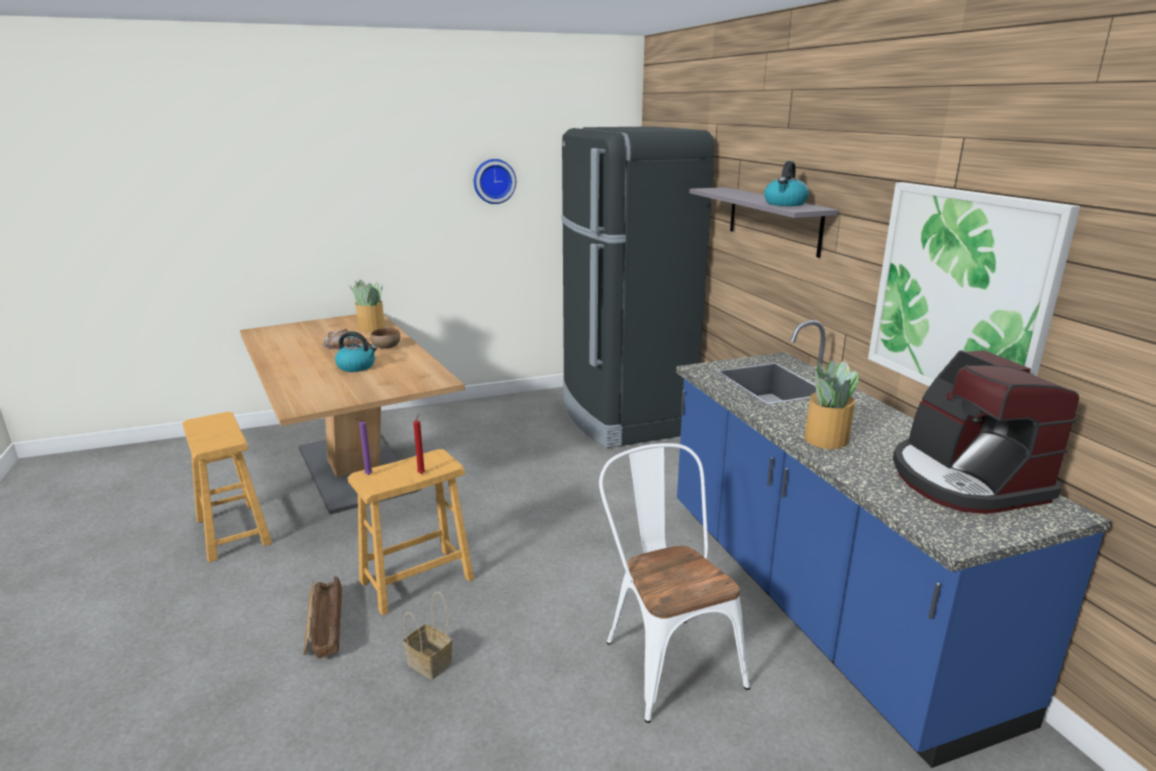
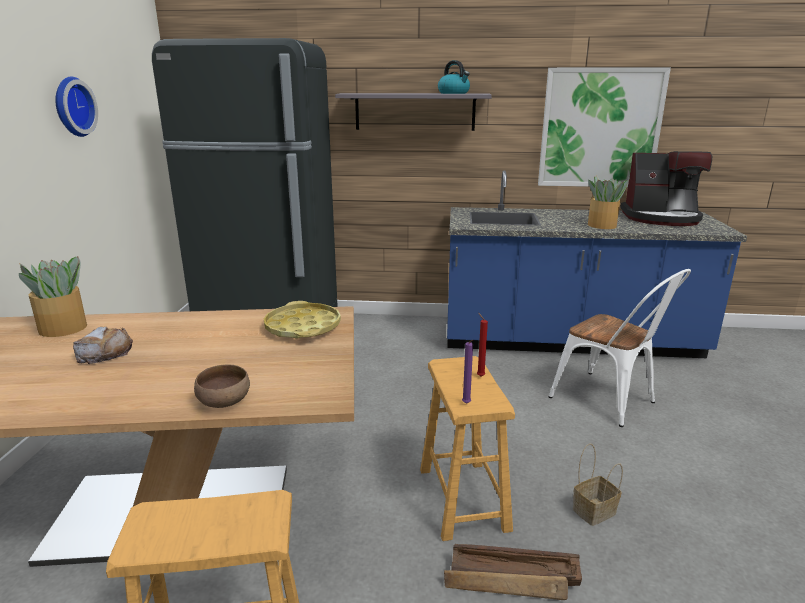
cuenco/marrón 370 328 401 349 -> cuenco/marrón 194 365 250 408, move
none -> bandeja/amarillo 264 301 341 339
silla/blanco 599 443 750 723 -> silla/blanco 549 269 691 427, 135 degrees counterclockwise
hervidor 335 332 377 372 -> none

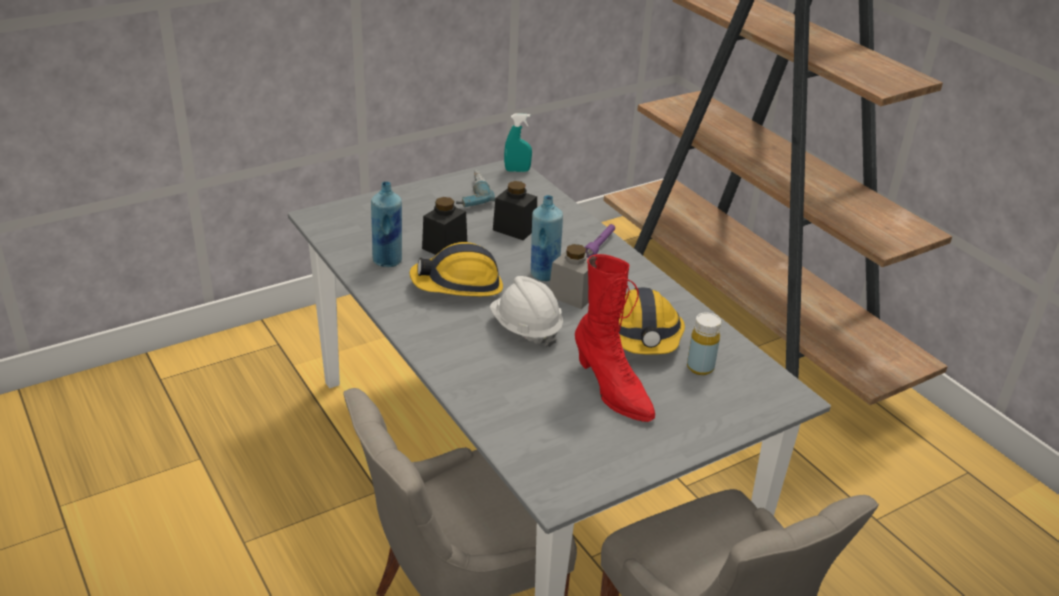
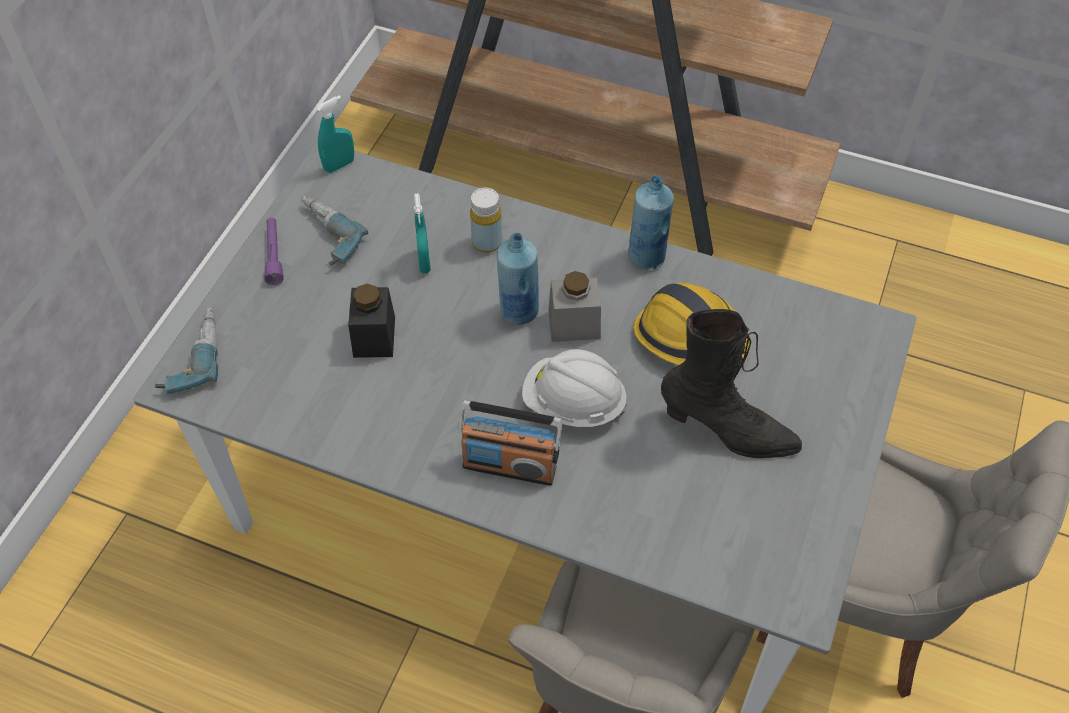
none -> taladro 155 307 218 394
linterna/morado 585 224 615 258 -> linterna/morado 264 218 283 285, move
tarro/negro 493 181 537 240 -> pulverizador/turquesa 414 193 431 273
none -> radio 458 400 563 486
botella/amarillo 687 312 721 375 -> botella/amarillo 470 188 502 253, move
botella/azul 371 181 402 267 -> botella/azul 628 175 674 270, move
bota/rojo 575 254 655 422 -> bota/negro 661 309 802 458
casco 409 242 503 296 -> none

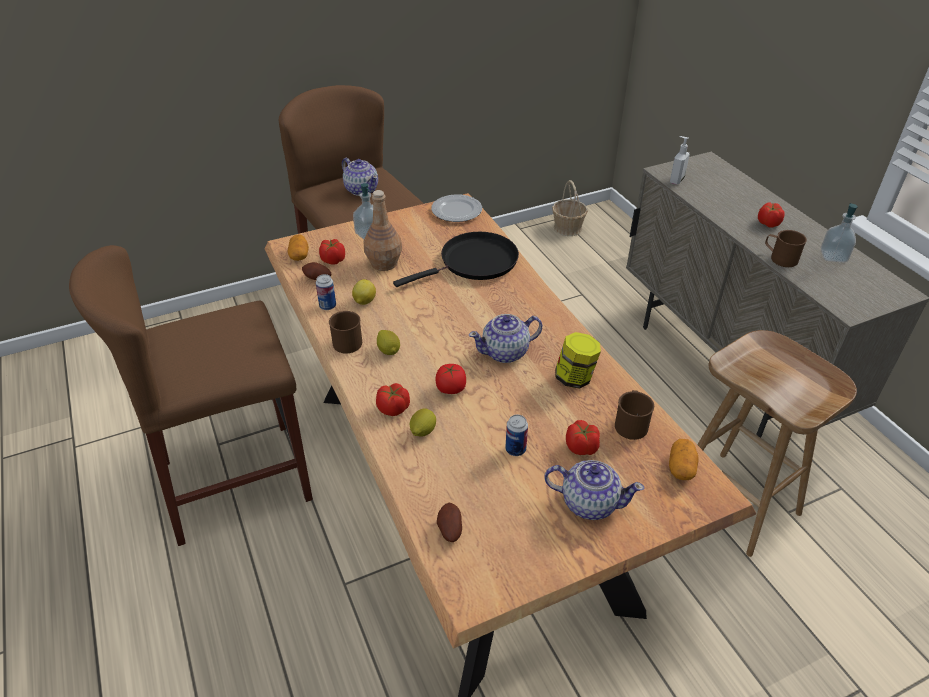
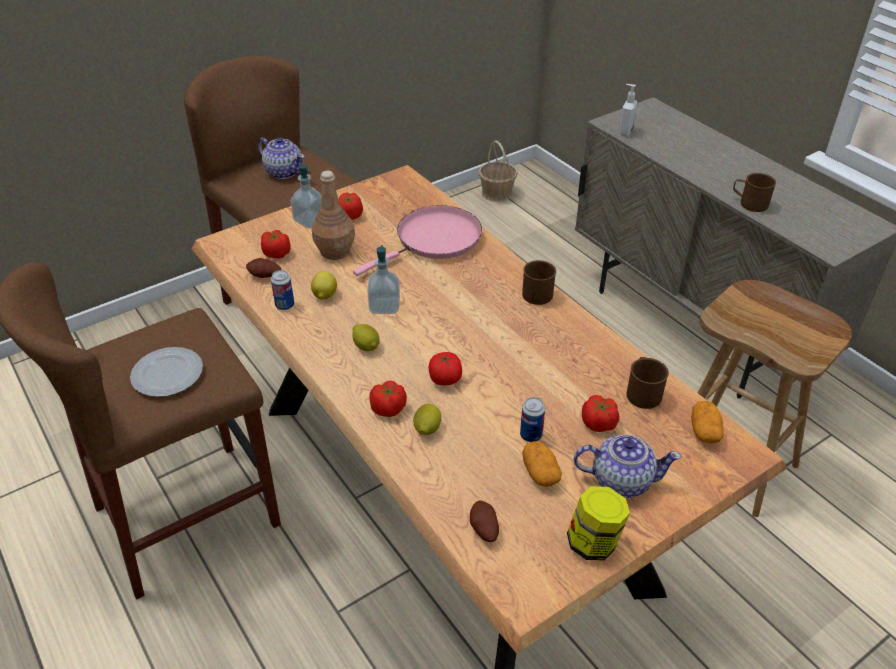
plato 431 194 482 222 -> plato 130 347 203 397, move
tomate 758 202 785 228 -> tomate 338 193 363 220, move
sartén/negro 393 232 519 287 -> sartén/rosa 353 205 482 276
dispensador de jabón 821 203 858 263 -> dispensador de jabón 367 245 400 314, move
taza grande/marrón 329 311 362 354 -> taza grande/marrón 522 260 556 305, move
patata 288 235 309 261 -> patata 522 441 562 487, move
tarro 555 332 601 389 -> tarro 567 486 630 561, move
tetera 469 314 542 363 -> none

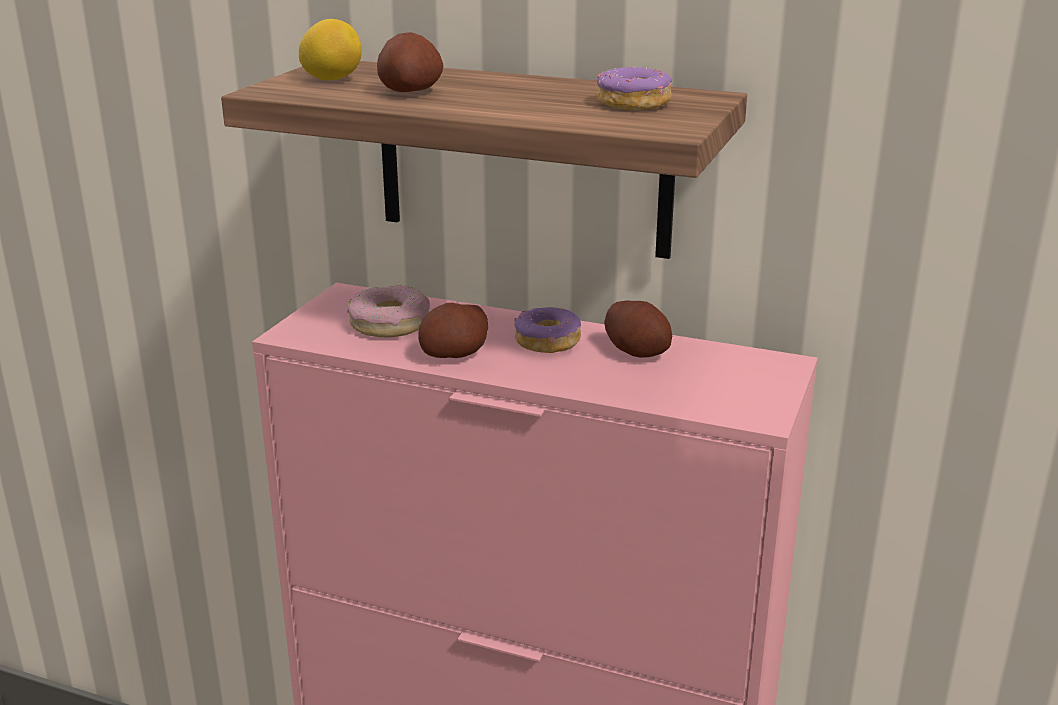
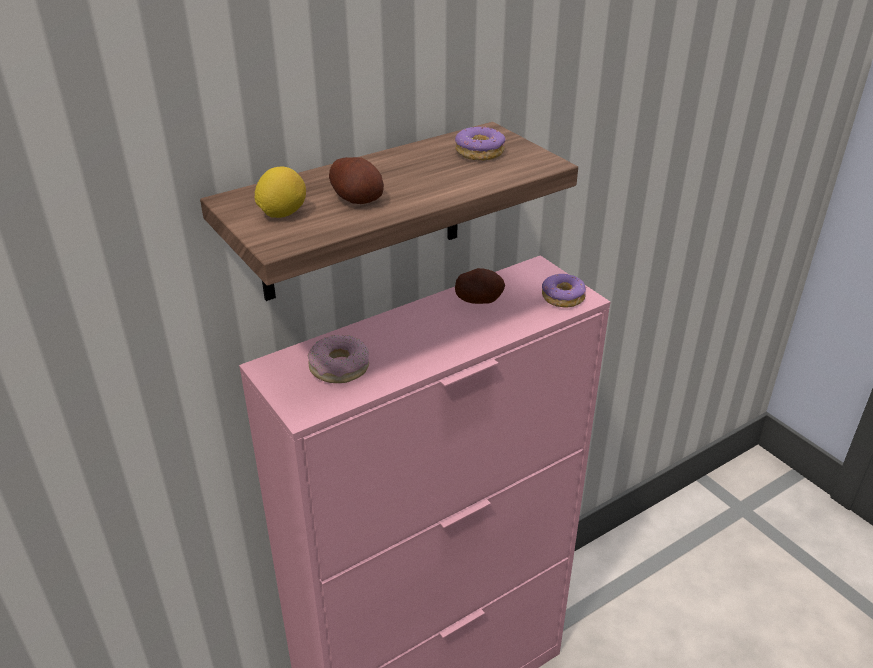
rosquilla 514 307 581 353 -> rosquilla 542 274 587 308, move
patata 418 303 488 358 -> none

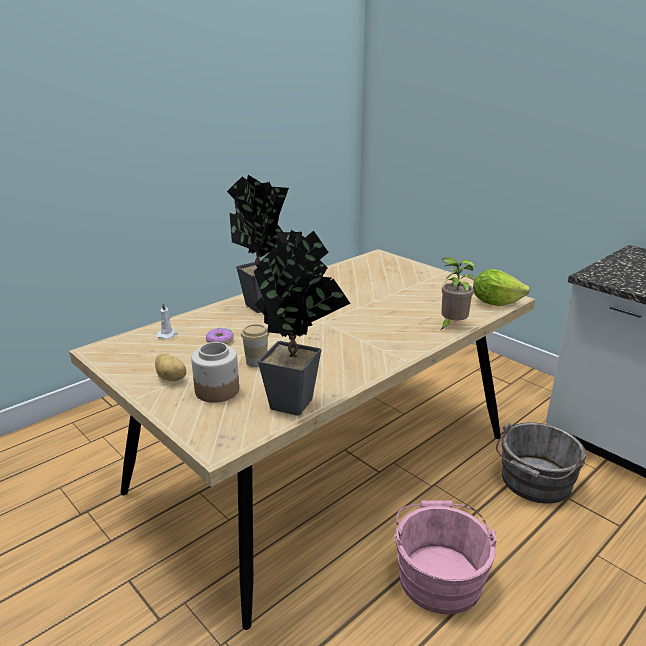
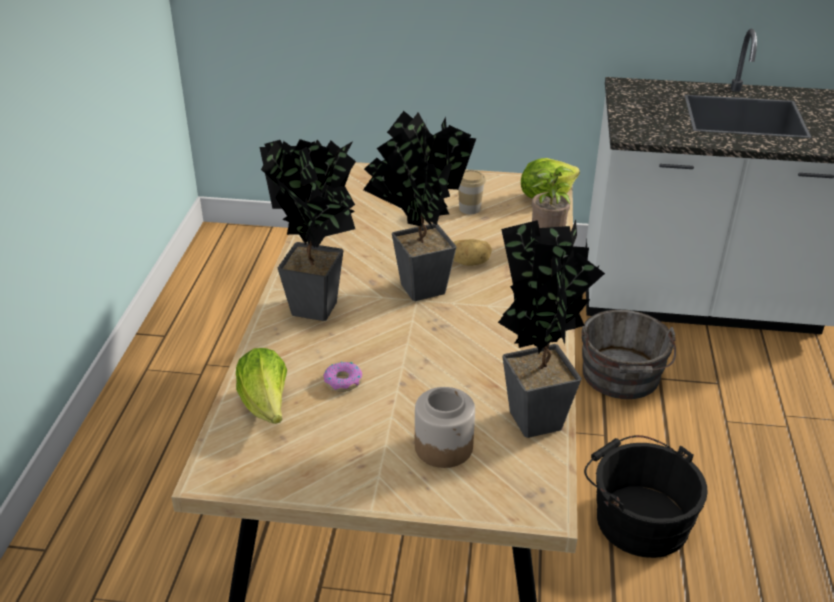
vela/blanco 157 303 177 339 -> lechuga 236 348 287 424
none -> planta en maceta 363 111 476 301
patata 155 353 186 381 -> patata 453 239 492 266, move
taza 241 324 269 367 -> taza 458 170 486 214, move
cubo/rosa 394 500 497 614 -> cubo/negro 584 435 708 558

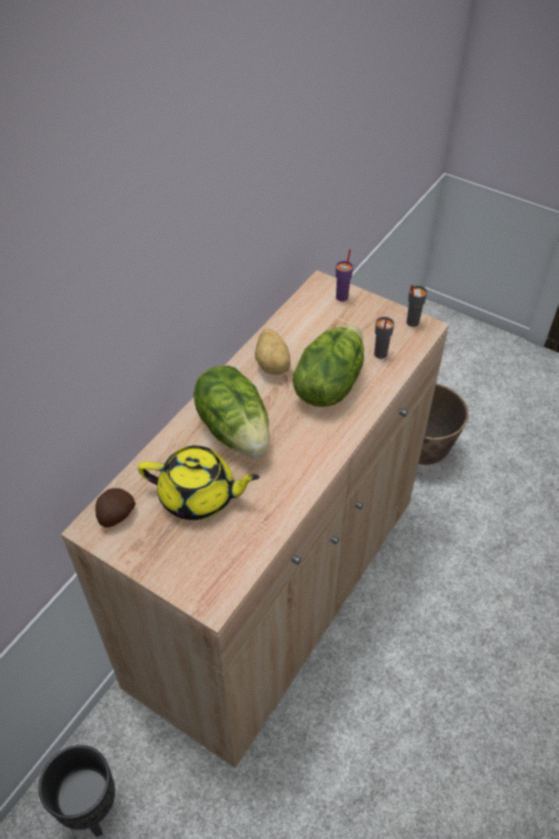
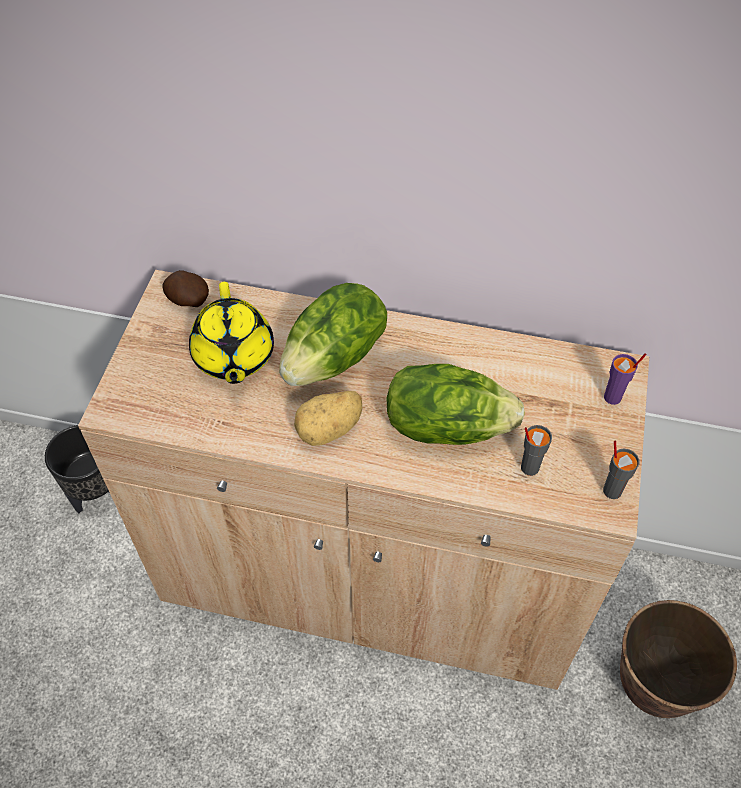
patata 255 329 290 375 -> patata 294 391 362 446, move

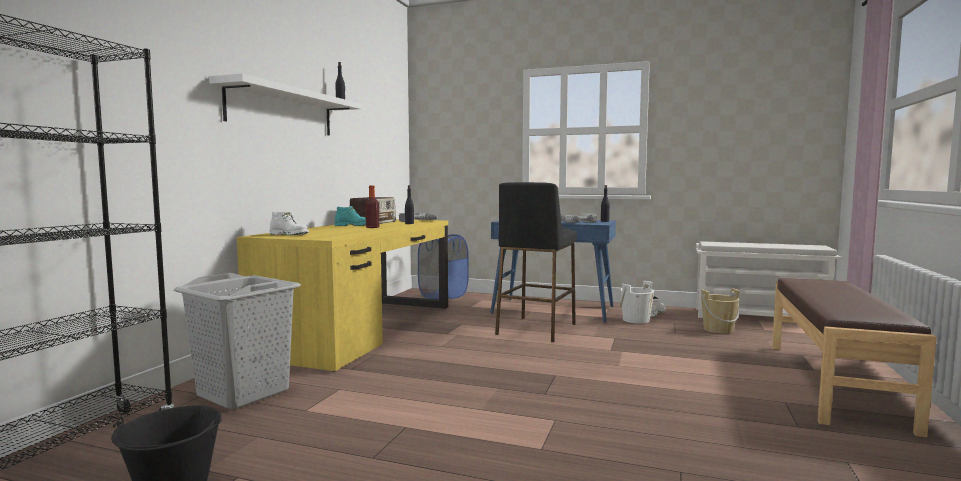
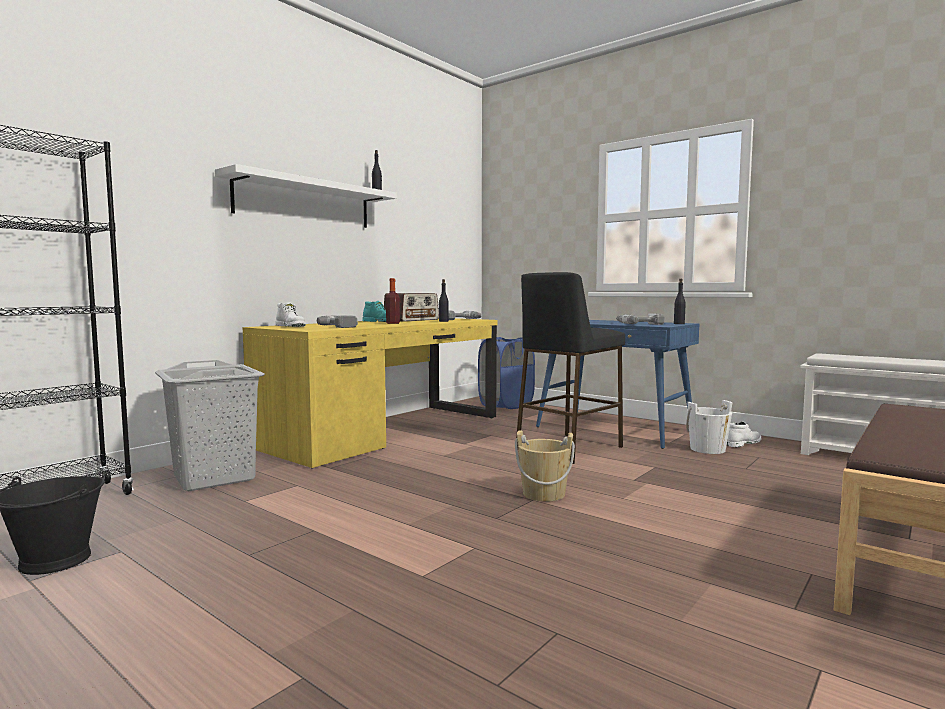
none -> taladro 317 315 358 328
cubo/beis 701 288 740 334 -> cubo/beis 515 430 575 502, move

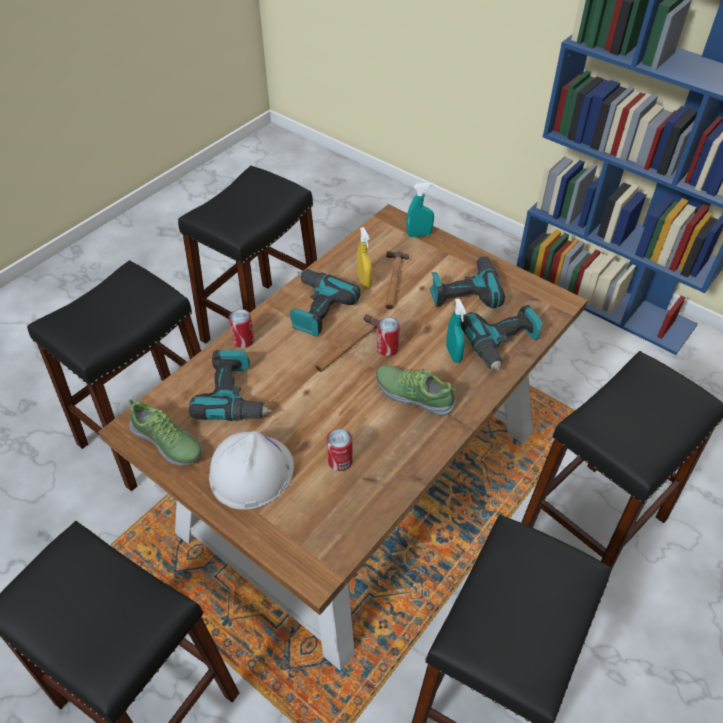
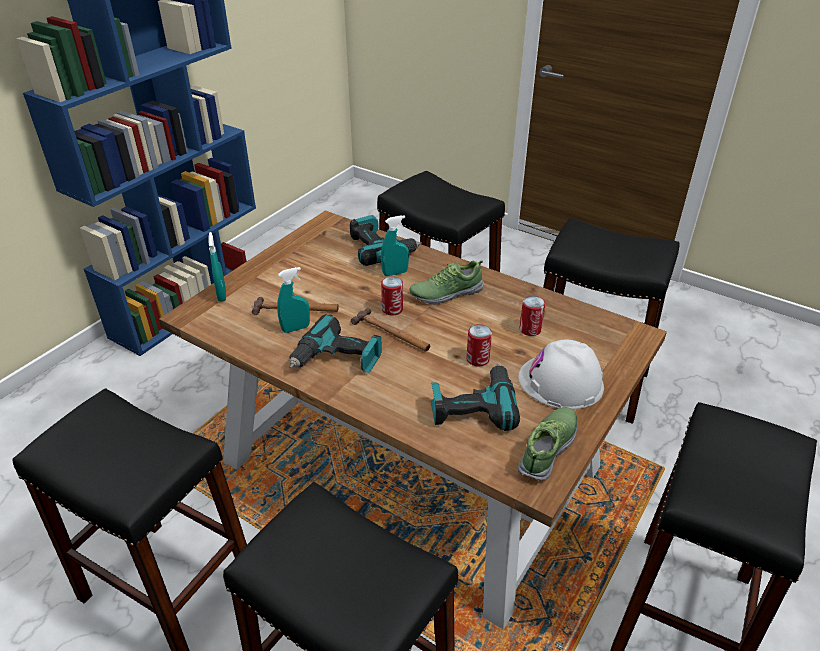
pulverizador/amarillo 357 227 372 289 -> pulverizador/turquesa 277 267 310 333
zapato 376 365 456 416 -> zapato 409 260 484 305, 45 degrees clockwise
lata 229 309 255 348 -> lata 466 324 492 367, move
taladro 430 255 505 308 -> none

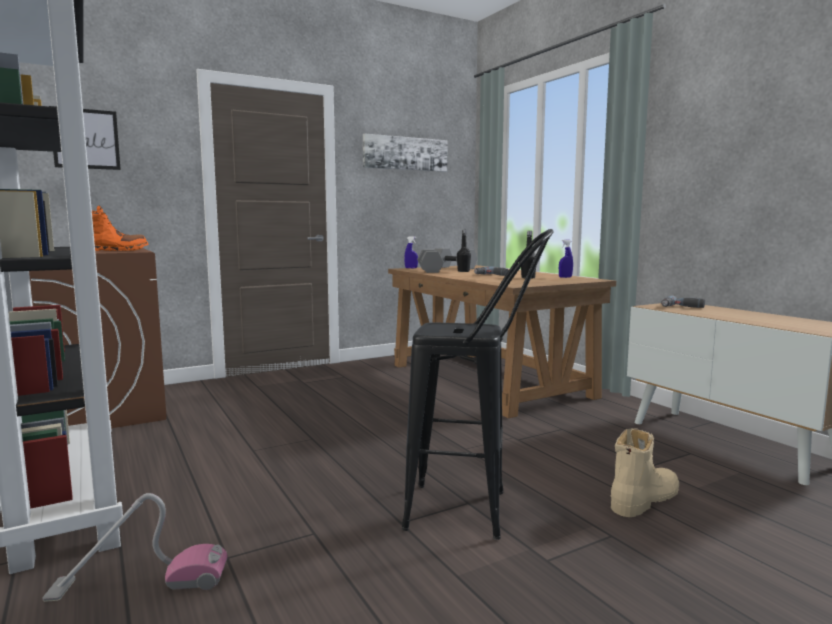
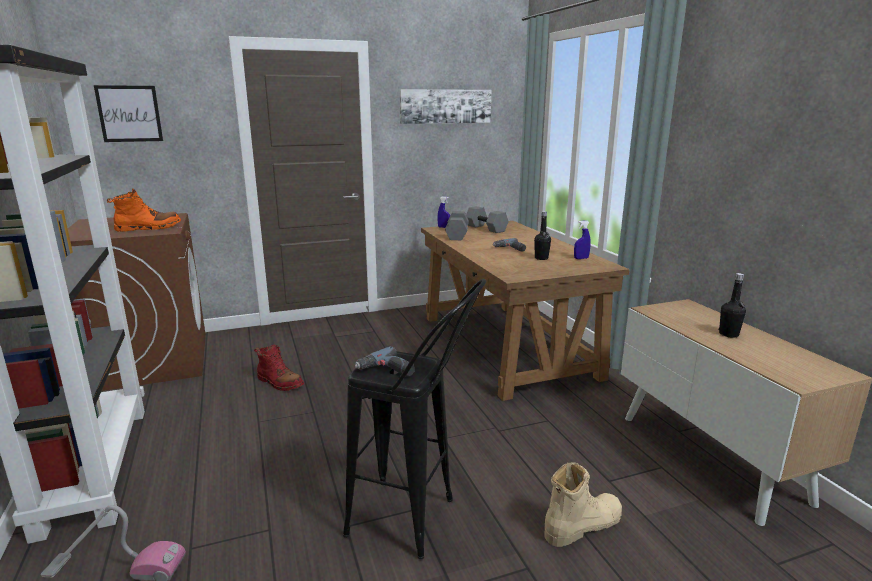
none -> bota/rojo 254 344 304 391
taladro 661 295 705 308 -> taladro 355 346 415 376, move
botella/negro 457 230 471 272 -> botella/negro 719 273 746 338, move

